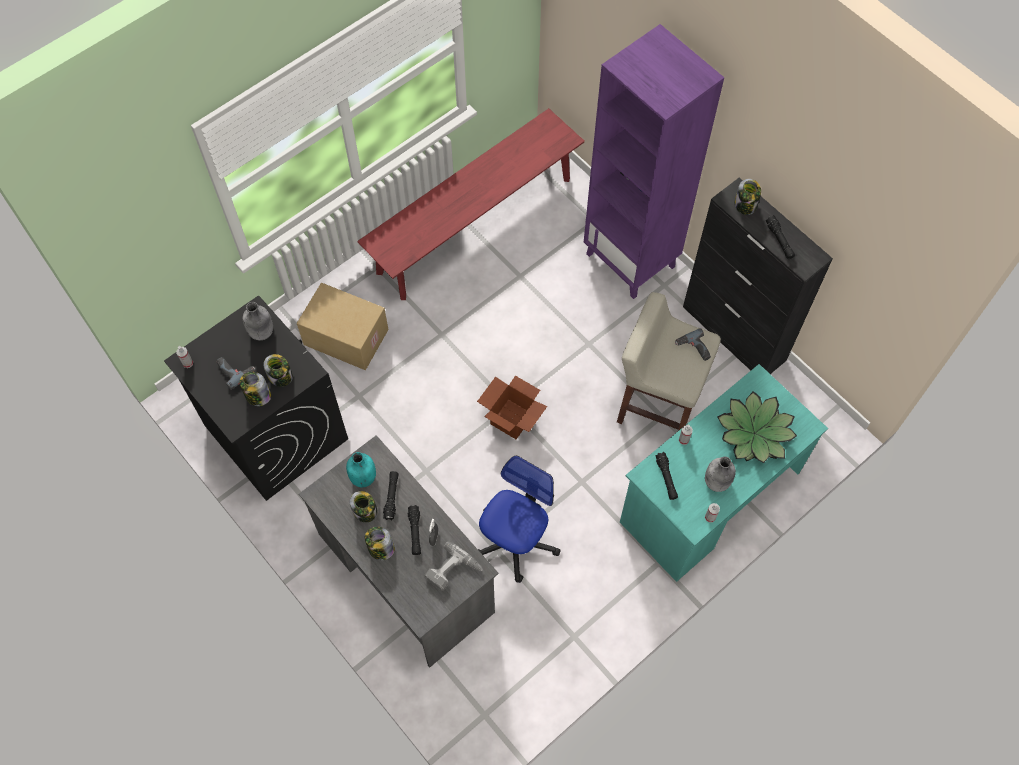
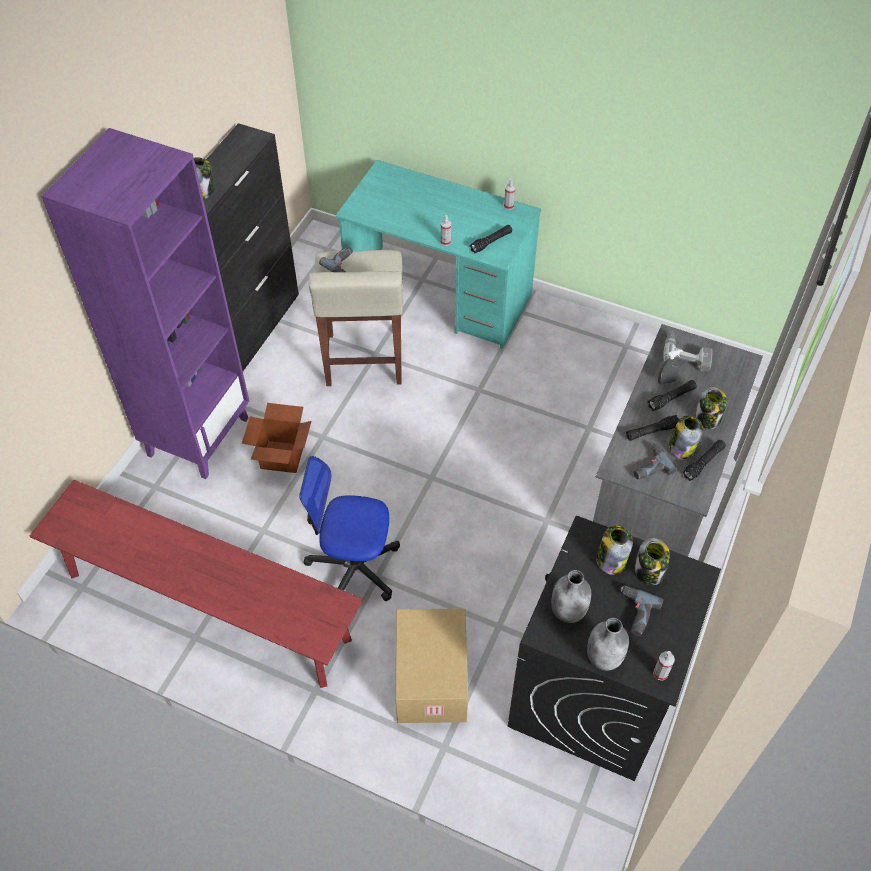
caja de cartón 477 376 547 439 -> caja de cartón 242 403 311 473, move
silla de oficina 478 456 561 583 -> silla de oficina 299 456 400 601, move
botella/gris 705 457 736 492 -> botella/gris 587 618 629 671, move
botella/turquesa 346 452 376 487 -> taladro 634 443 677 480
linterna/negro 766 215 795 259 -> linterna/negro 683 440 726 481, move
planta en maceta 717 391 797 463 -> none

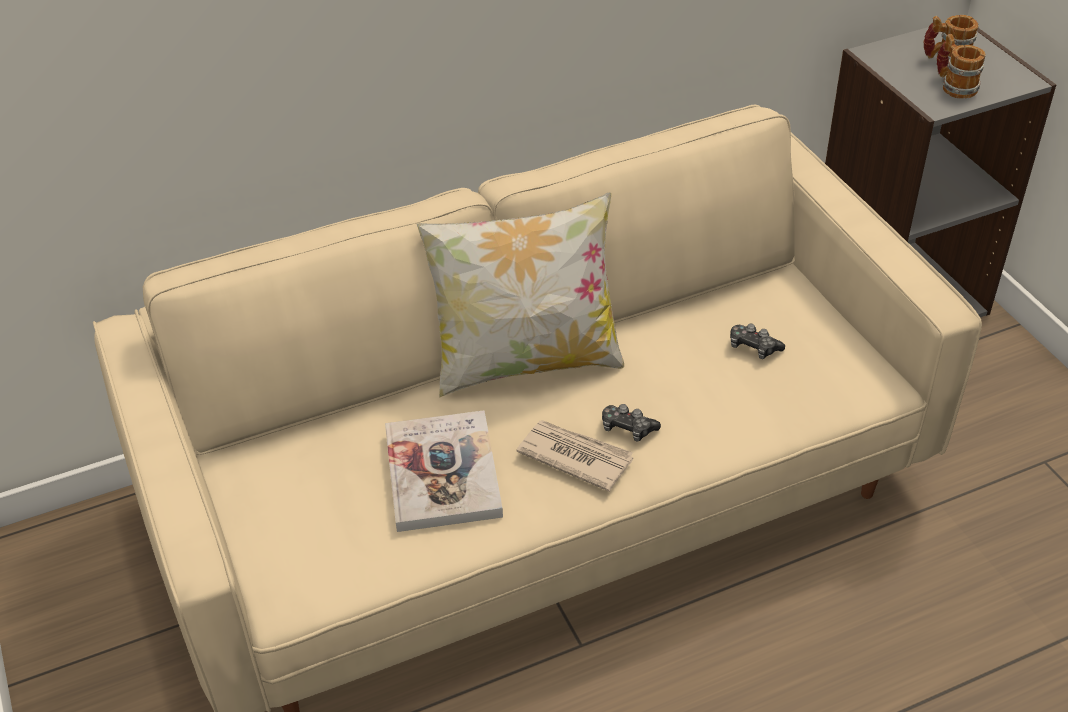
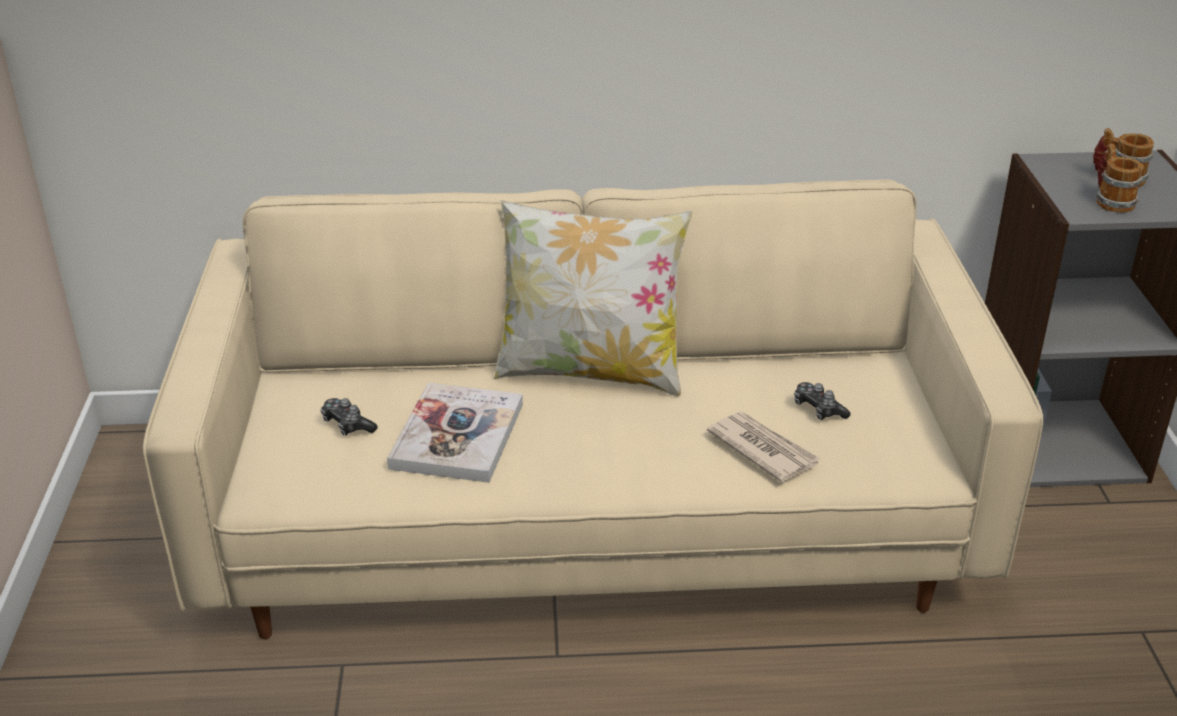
mando de consola 602 404 661 441 -> mando de consola 320 398 378 436, move
periódico 516 420 633 492 -> periódico 707 412 820 483, move

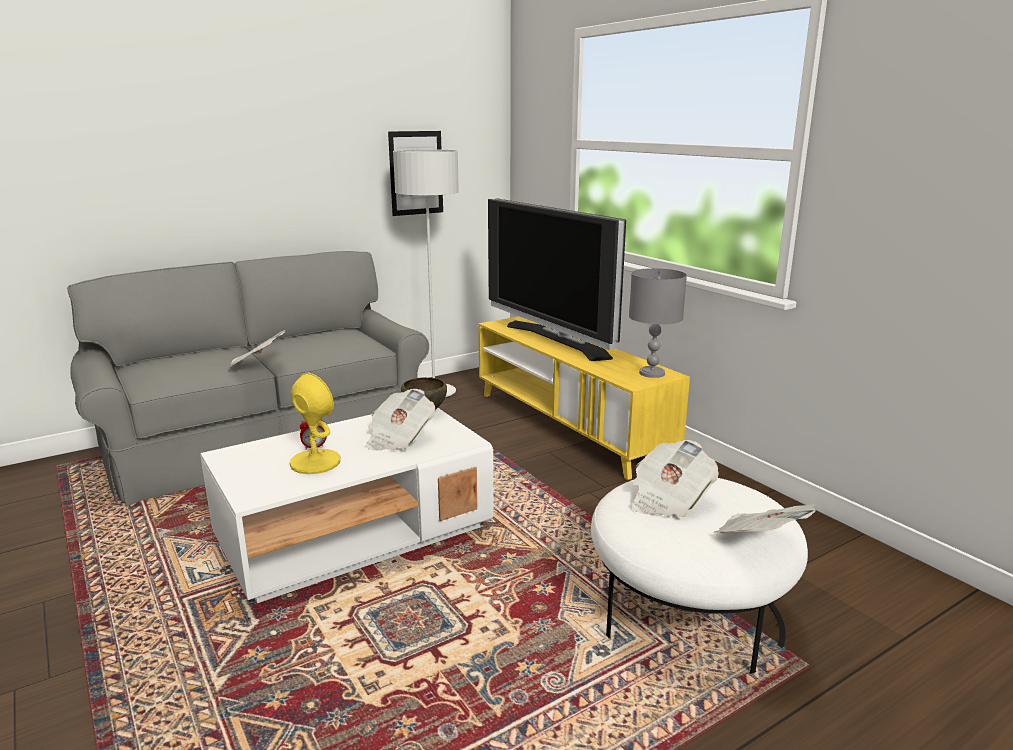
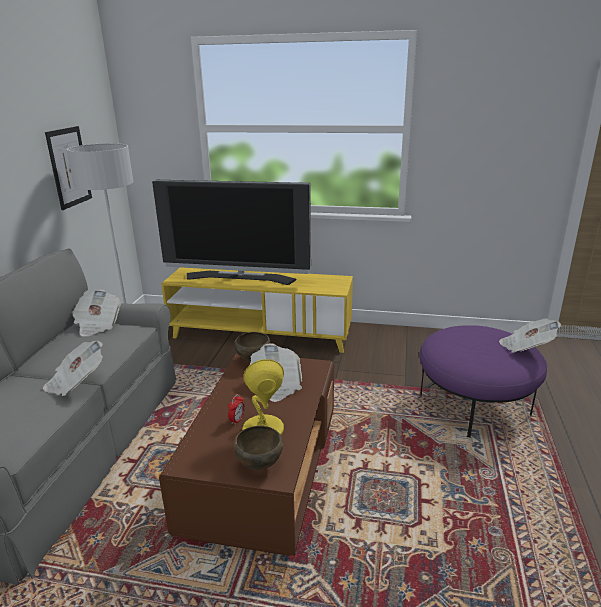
periódico 632 440 719 517 -> periódico 72 290 121 337, move
mesa de centro/blanco 200 408 494 603 -> mesa de centro/marrón 159 353 334 556
none -> cuenco/marrón 234 426 283 470
puf/blanco 591 478 808 674 -> puf/morado 419 325 547 438
lámpara de mesa/gris 629 268 687 378 -> none

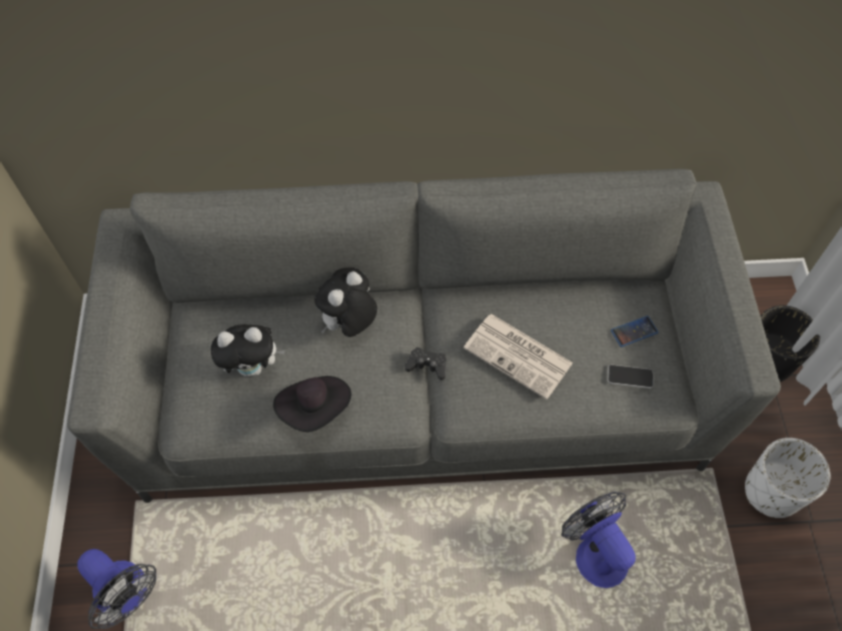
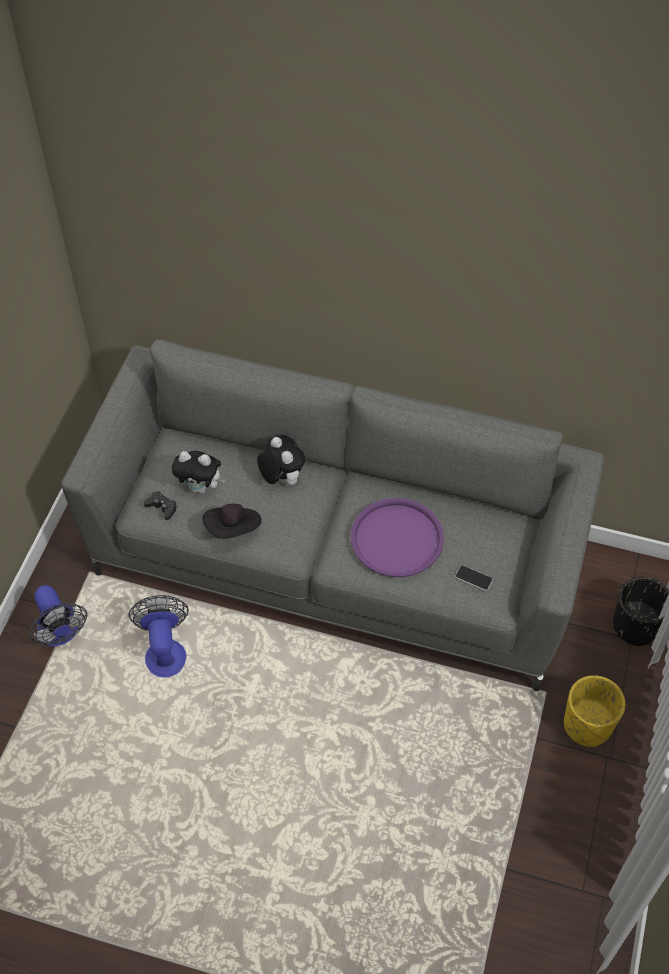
ventilador 561 491 636 588 -> ventilador 128 595 189 678, move
mando de consola/negro 405 347 446 380 -> mando de consola/negro 144 491 177 520, move
peluche 315 267 377 337 -> peluche 257 435 305 485, 90 degrees clockwise
periódico 464 314 573 400 -> bandeja/morado 351 498 444 577
maceta/blanco 745 438 830 518 -> maceta/amarillo 564 675 625 748
móvil 611 316 659 347 -> none

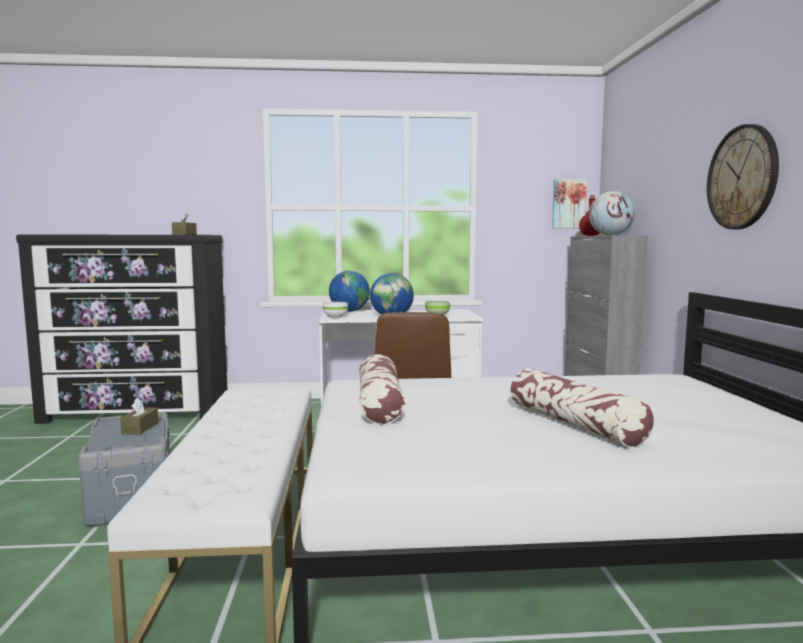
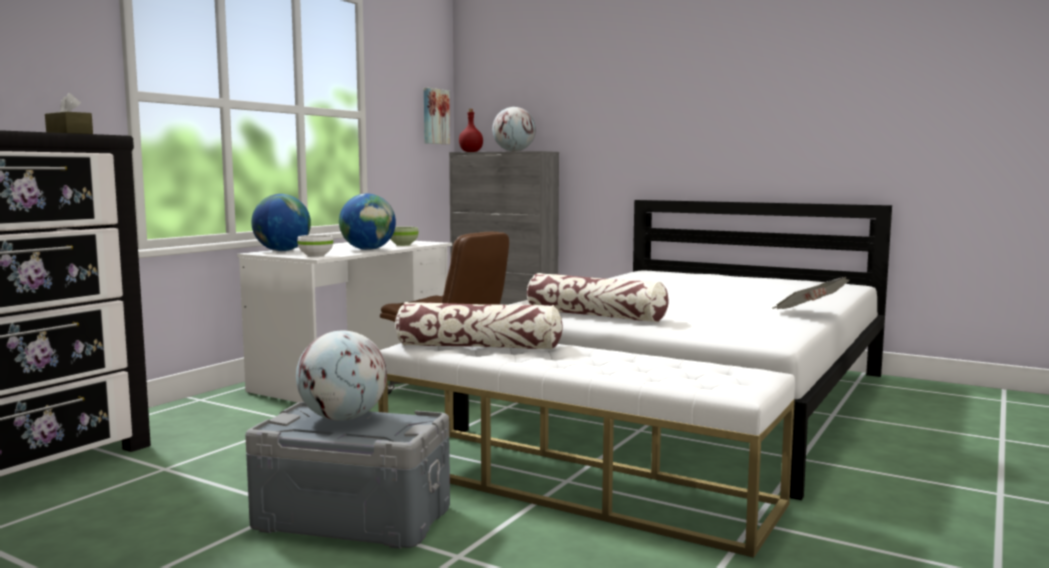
caja de pañuelos/marrón 120 397 159 435 -> globo terráqueo 296 331 387 421
cojín 511 368 654 447 -> cojín 395 302 563 350, move
none -> periódico 773 277 850 309
reloj de pared 707 124 779 229 -> none

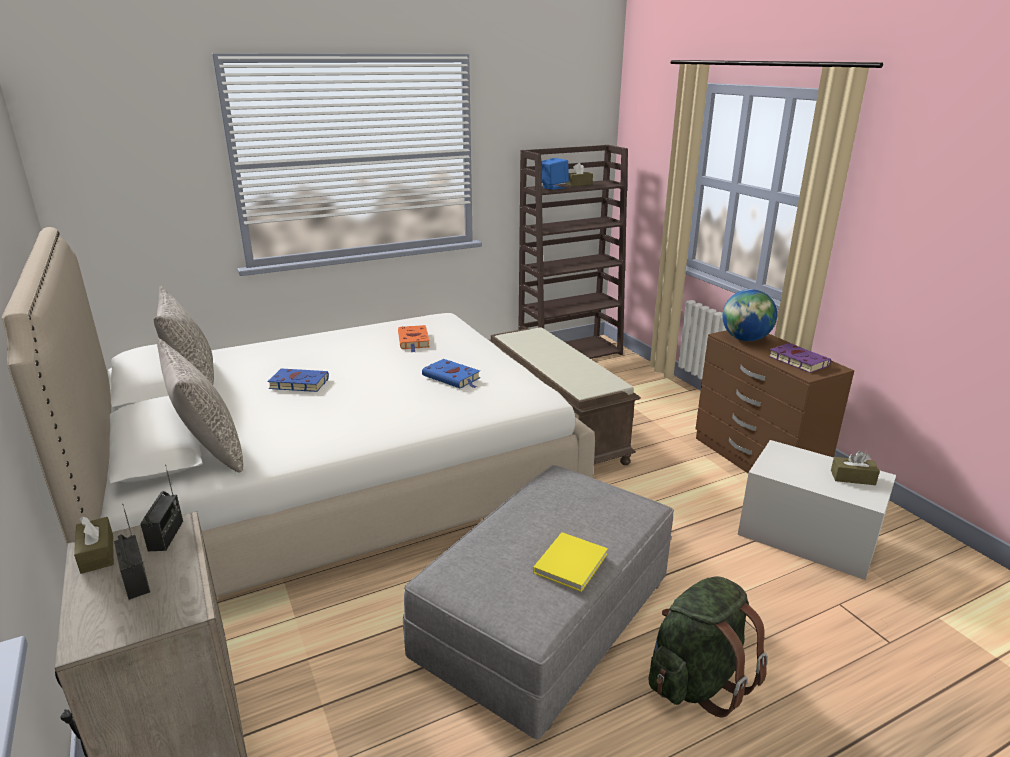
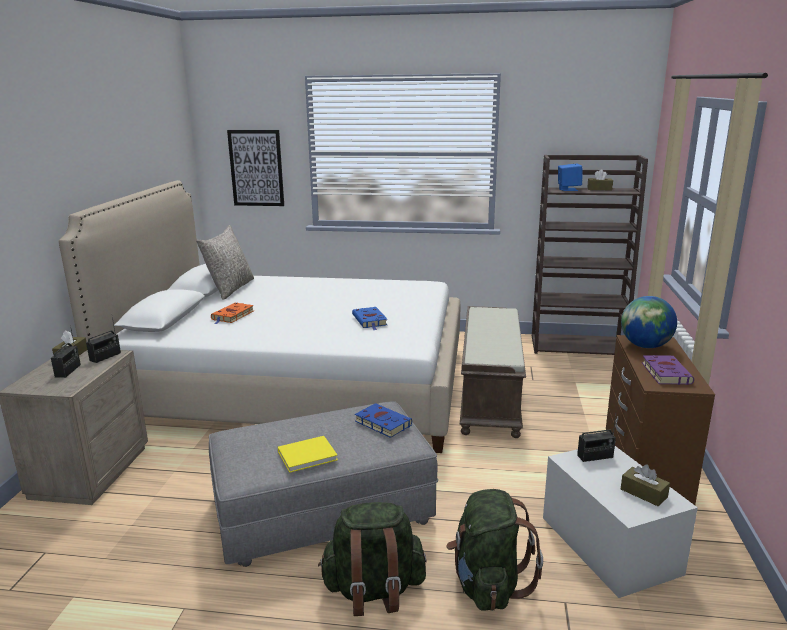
libro/naranja 398 325 430 352 -> libro/naranja 211 303 254 324, move
none -> cuadro 227 130 284 206
libro/azul 267 369 329 392 -> libro/azul 355 403 412 438, move
none -> mochila/verde 446 489 543 611
none -> radio 577 416 616 462
cojín/gris 157 339 243 472 -> none

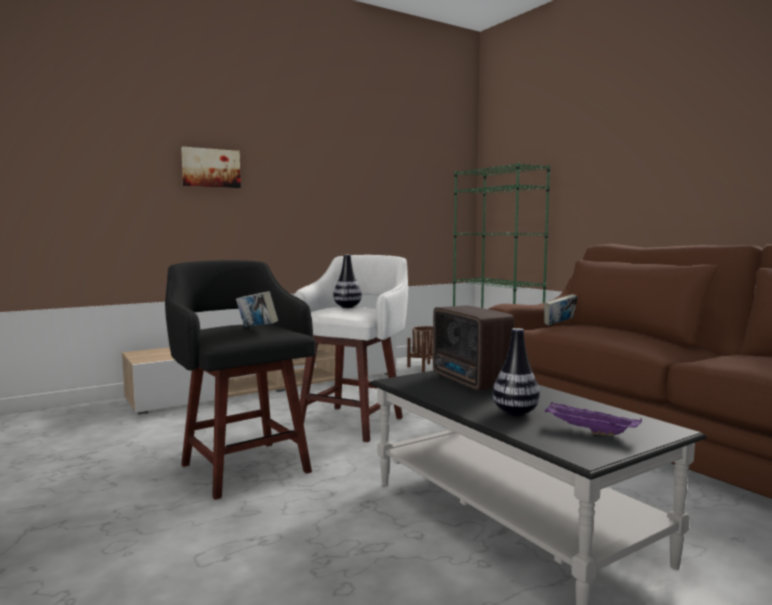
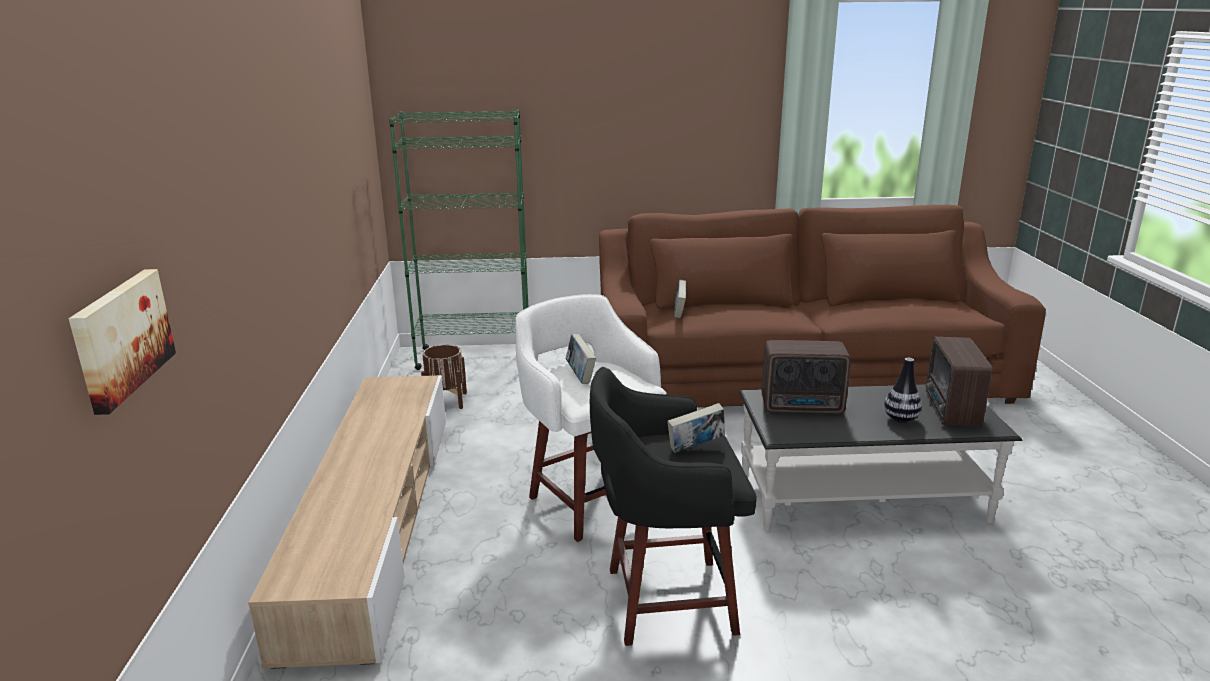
cuadro 181 147 241 188 -> cuadro 69 269 176 415, move
florero 333 255 362 308 -> libro 566 334 596 384
bandeja/morado 545 402 642 435 -> radio 925 337 992 427

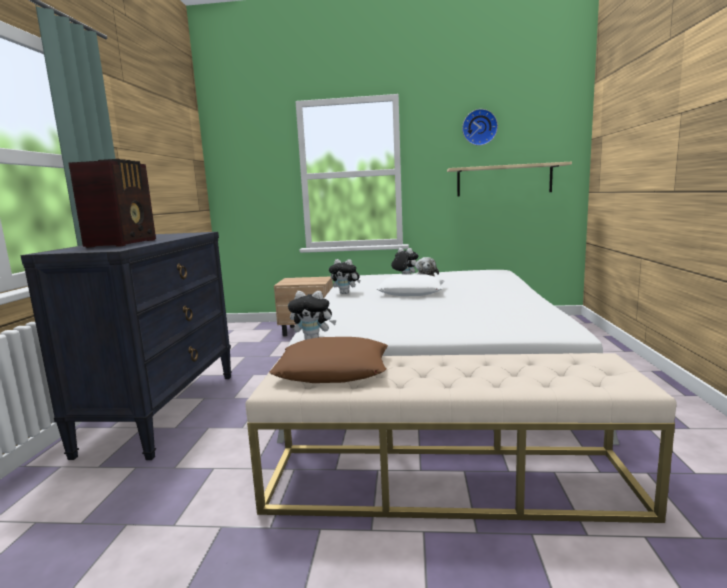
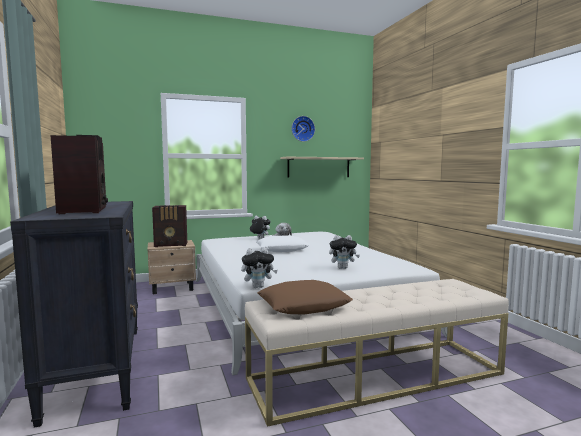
none -> radio 152 205 187 247
peluche 329 259 361 294 -> peluche 329 235 360 269, move

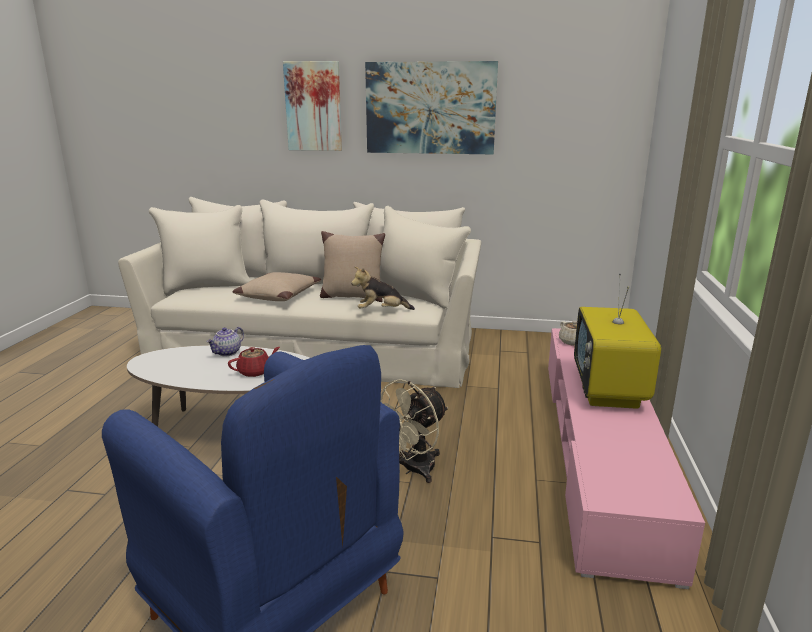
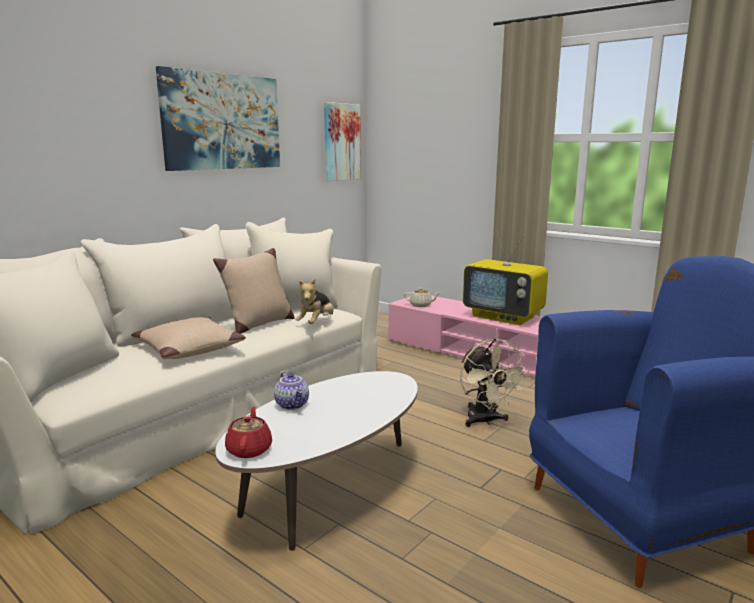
tetera/rojo 228 347 280 377 -> tetera/rojo 225 407 272 458, move
cuadro 283 61 342 151 -> cuadro 324 102 361 181, move

